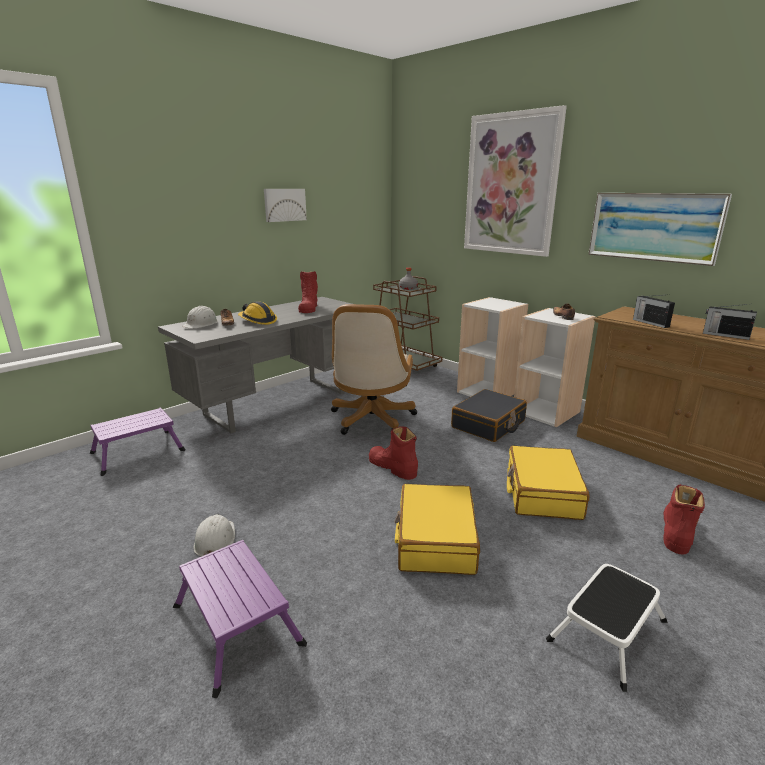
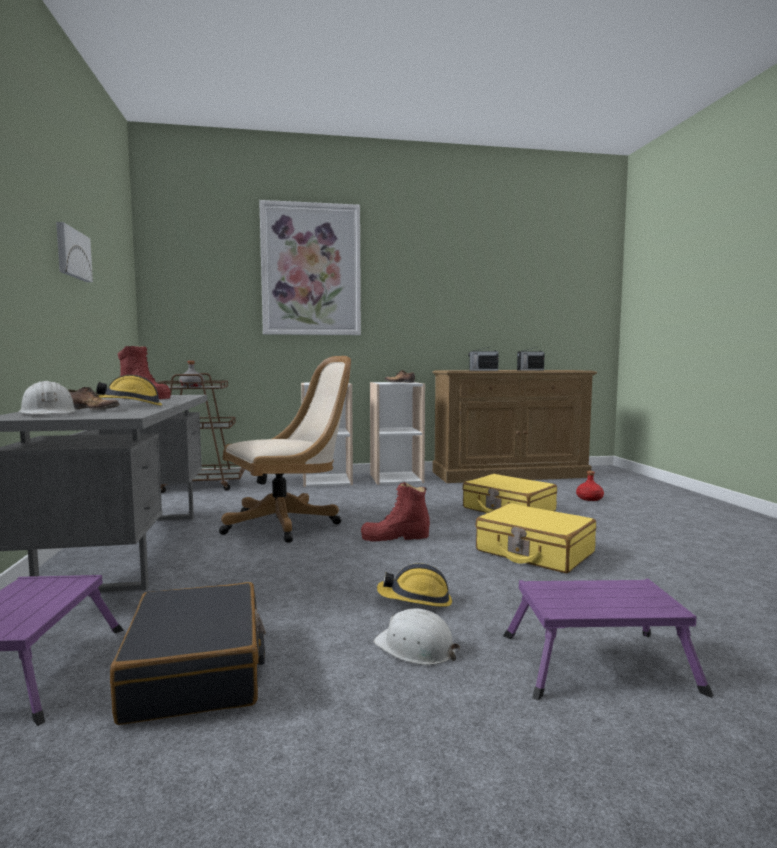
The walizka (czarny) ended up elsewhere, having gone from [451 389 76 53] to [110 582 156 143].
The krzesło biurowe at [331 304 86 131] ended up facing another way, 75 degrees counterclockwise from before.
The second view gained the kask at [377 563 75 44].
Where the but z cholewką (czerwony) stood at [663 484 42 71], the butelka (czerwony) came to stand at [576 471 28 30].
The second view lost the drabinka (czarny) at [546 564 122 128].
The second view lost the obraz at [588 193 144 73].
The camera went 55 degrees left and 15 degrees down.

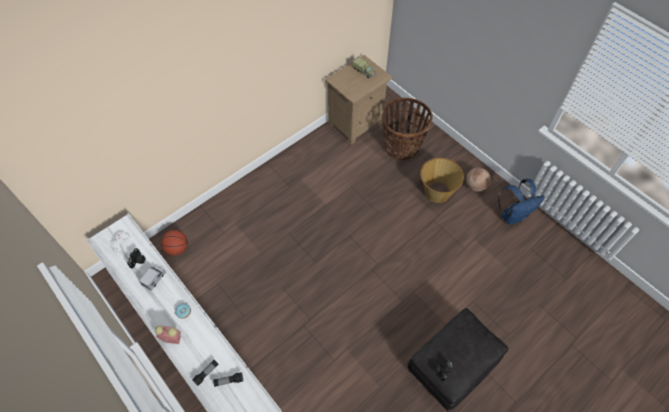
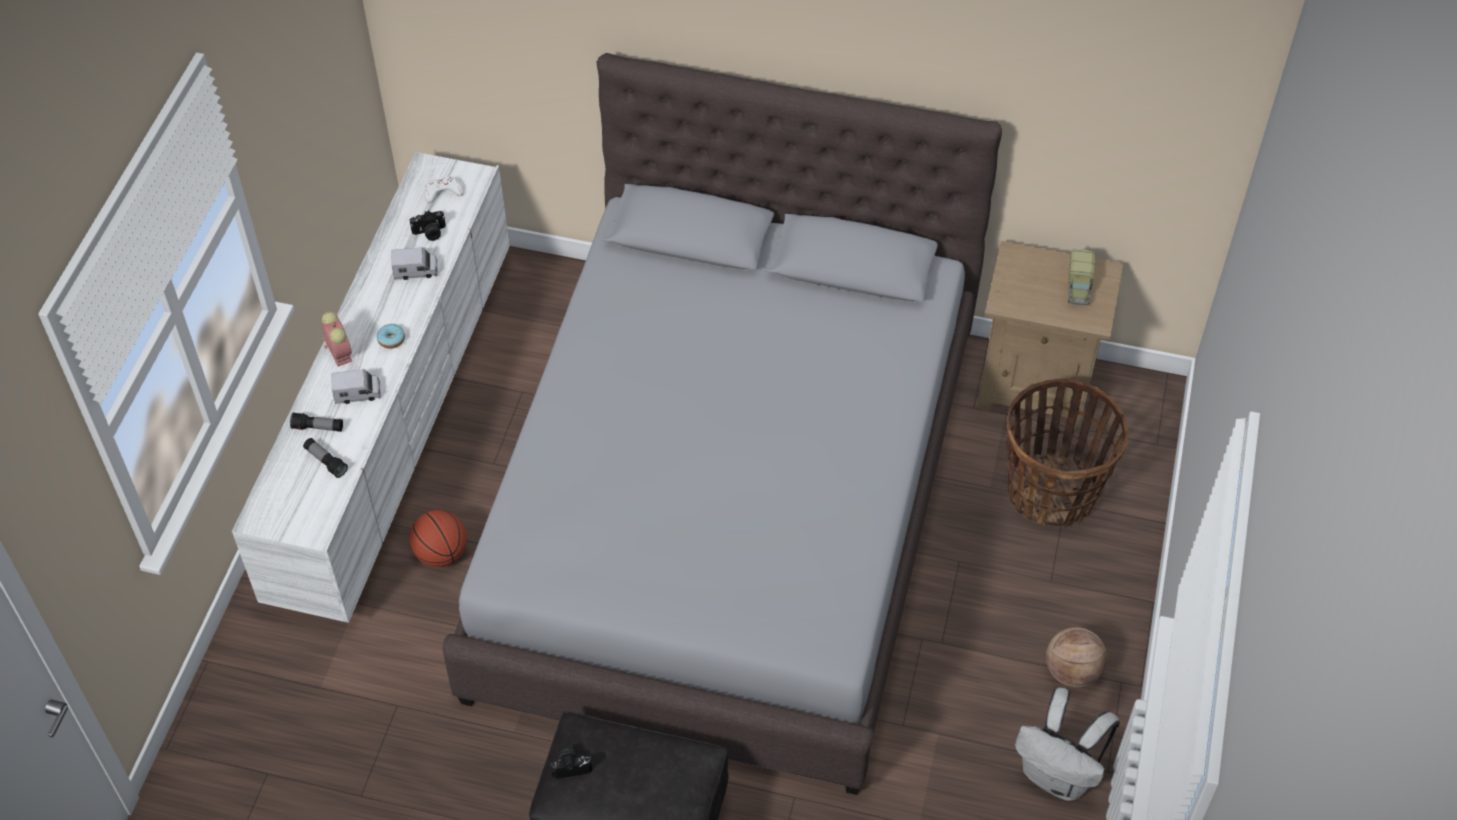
The second view gained the ciężarówka zabawkowa at [331 369 50 35].
The piłka do koszykówki ended up elsewhere, having gone from [161 230 27 26] to [409 510 58 57].
The second view gained the łóżko (szary) at [442 53 560 742].
What was the plecak (niebieski) at [498 179 47 45] turned into the plecak (biały) at [1015 687 105 114].
The second view lost the koszyk at [420 158 44 45].
The camera went 55 degrees right and 5 degrees down.

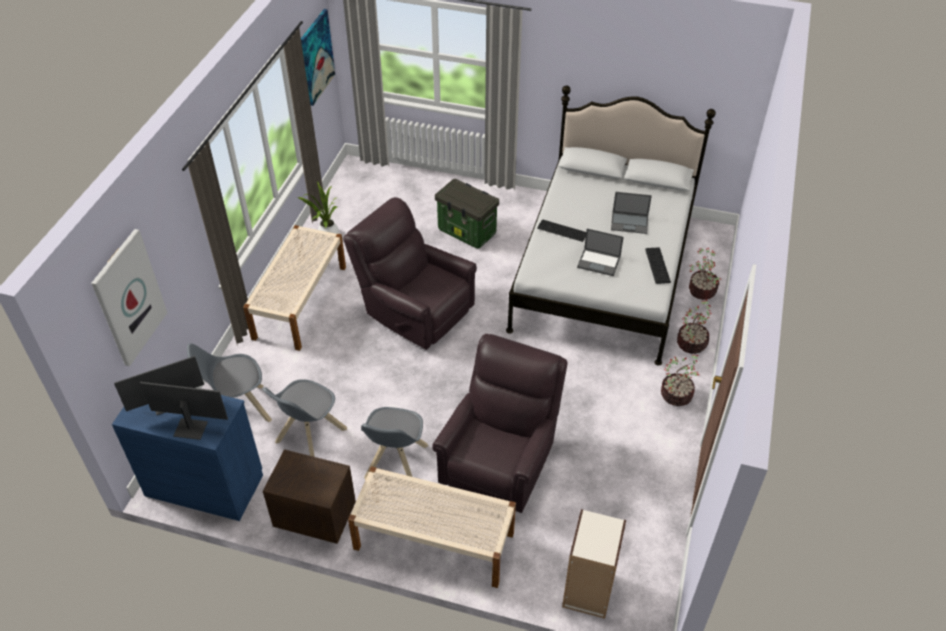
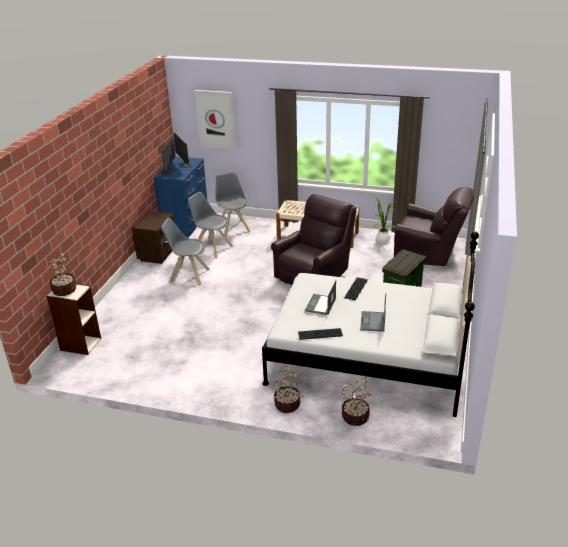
The roślina doniczkowa ended up elsewhere, having gone from [661 354 39 52] to [49 252 27 44].
The fotel (brązowy) ended up elsewhere, having gone from [432 334 136 179] to [394 187 80 79].
The second view lost the obraz at [301 9 34 97].
The second view lost the ławka (beżowy) at [348 466 168 122].
The camera went 90 degrees right and 15 degrees down.

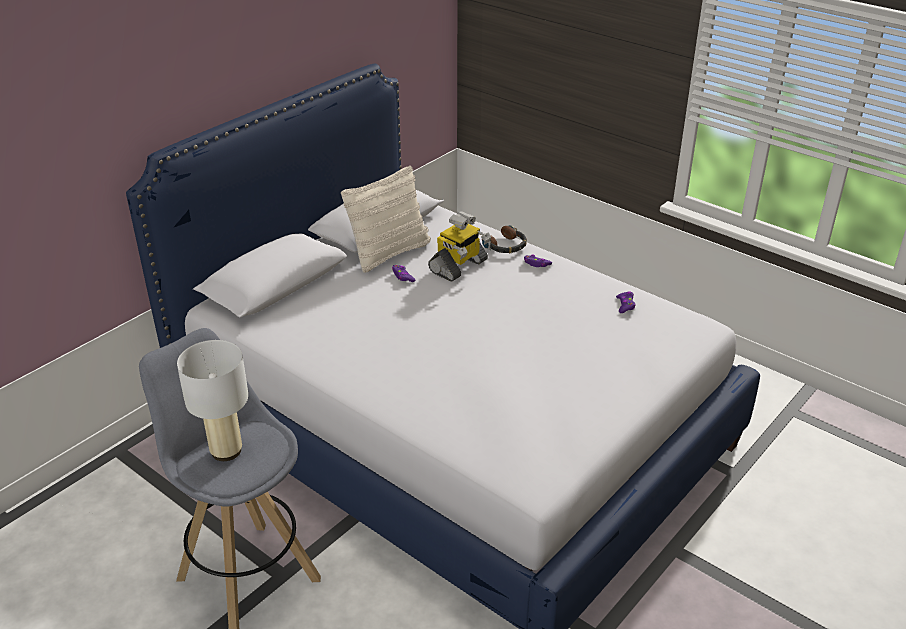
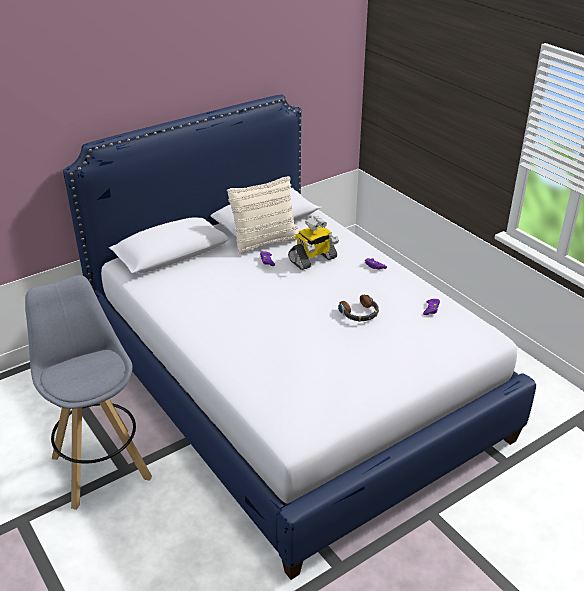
The słuchawki ended up elsewhere, having gone from [482 225 45 28] to [338 295 41 27].
The second view lost the lampa stołowa (biały) at [177 340 71 121].
The camera went 15 degrees right and 0 degrees up.

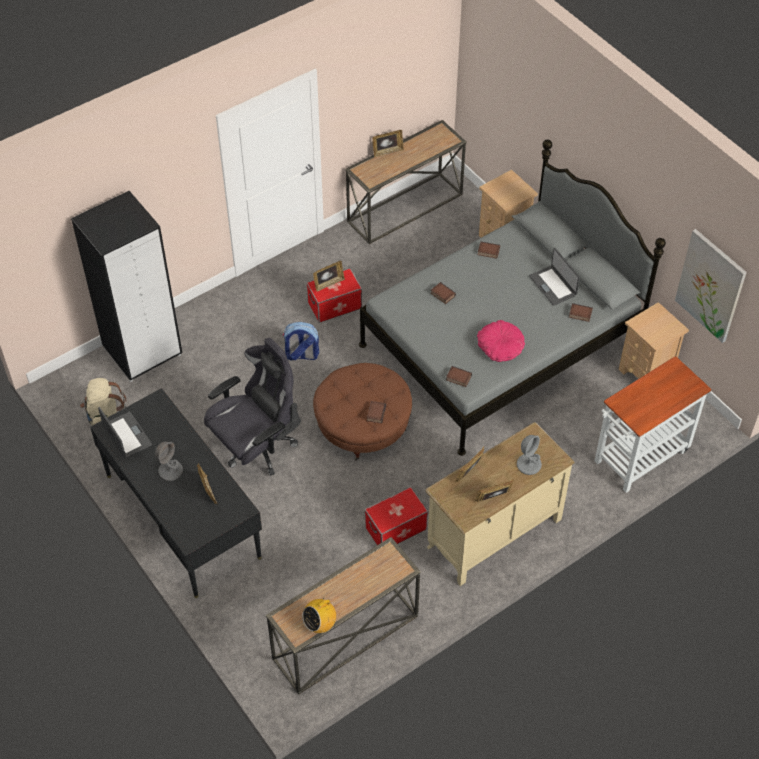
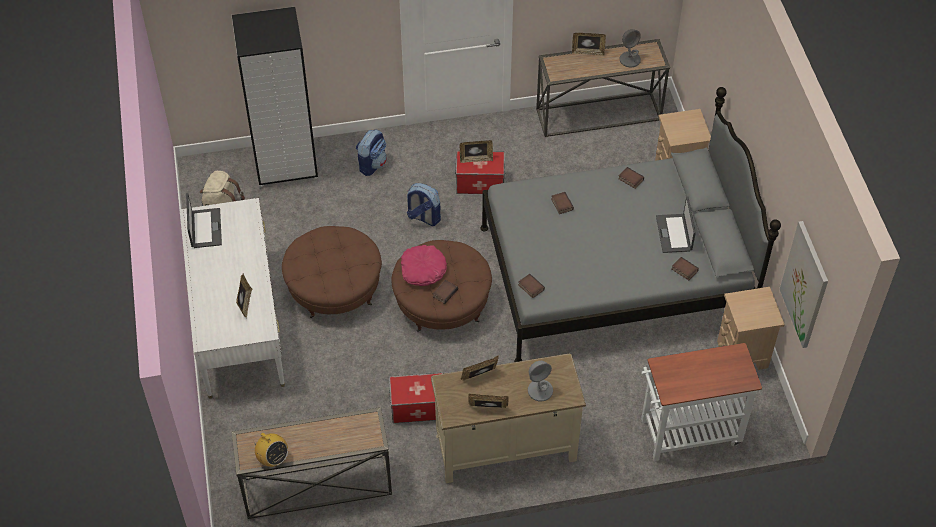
What was the biurko (czarny) at [90 388 172 210] turned into the biurko (biały) at [180 198 105 201].
The radio at [302 595 34 38] ended up facing another way, 120 degrees counterclockwise from before.
Where the krzesło biurowe (czarny) stood at [204 338 97 138], the pufa (brązowy) came to stand at [282 226 100 92].
The second view gained the plecak at [356 129 31 47].
The poduszka (różowy) ended up elsewhere, having gone from [477 320 48 42] to [401 245 46 41].
The lampa stołowa (szary) ended up elsewhere, having gone from [155 442 28 39] to [619 29 22 39].
The camera went 25 degrees right and 0 degrees up.

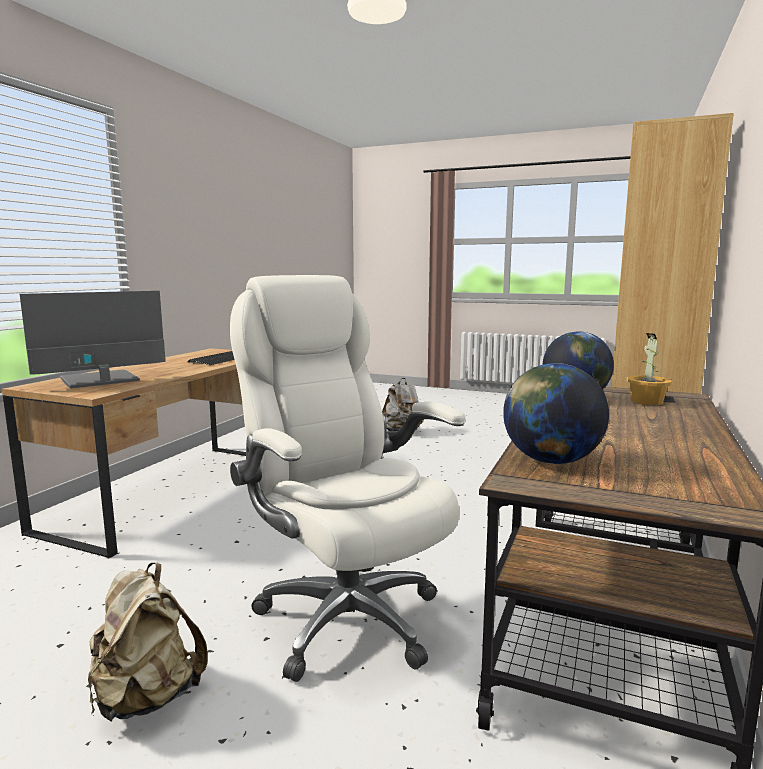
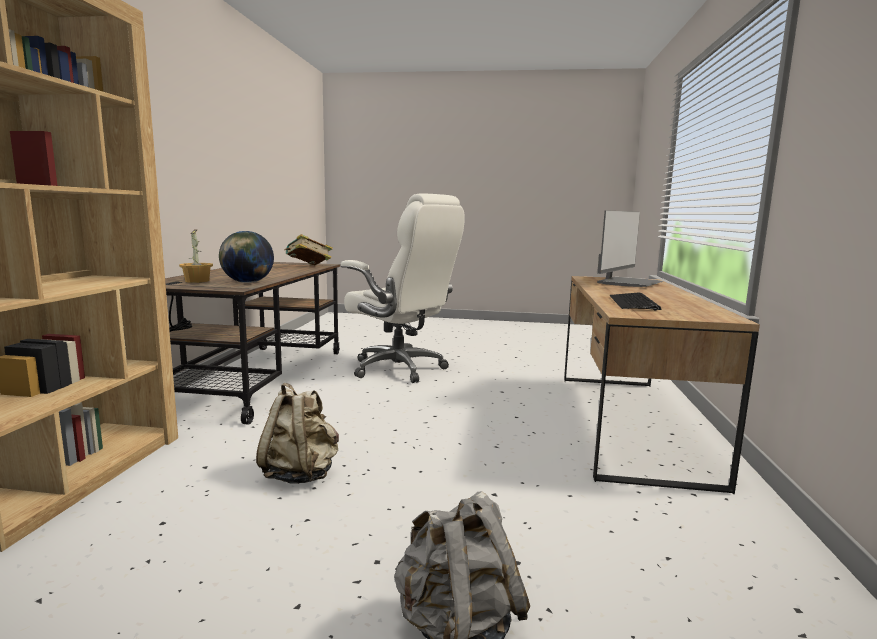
The plecak (beżowy) ended up elsewhere, having gone from [88 563 120 159] to [256 383 83 101].
Where the globus stood at [503 363 106 101], the książka came to stand at [285 234 48 31].
The camera went 165 degrees right and 0 degrees up.

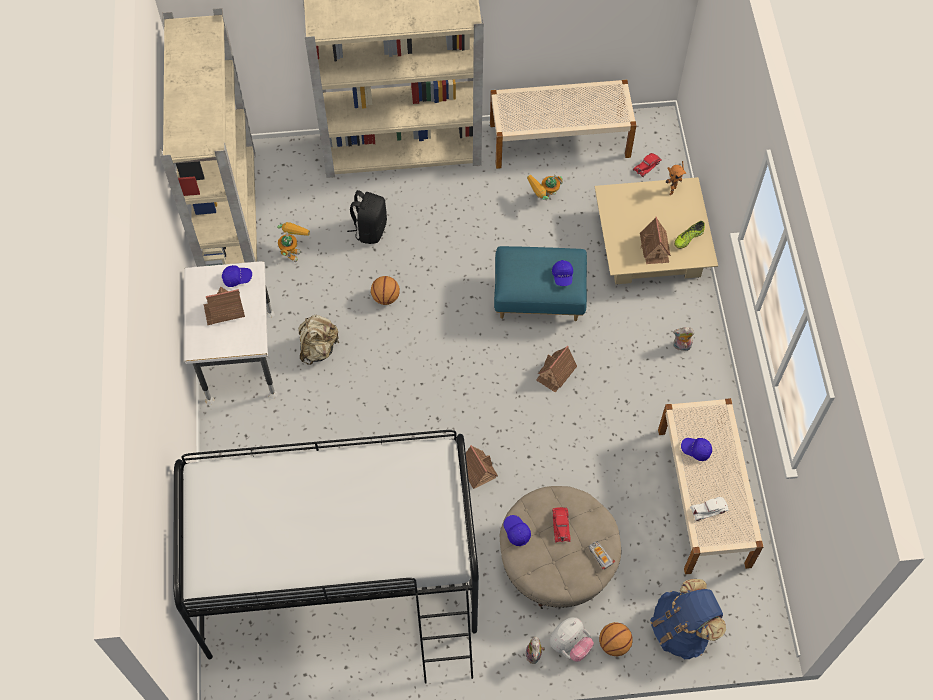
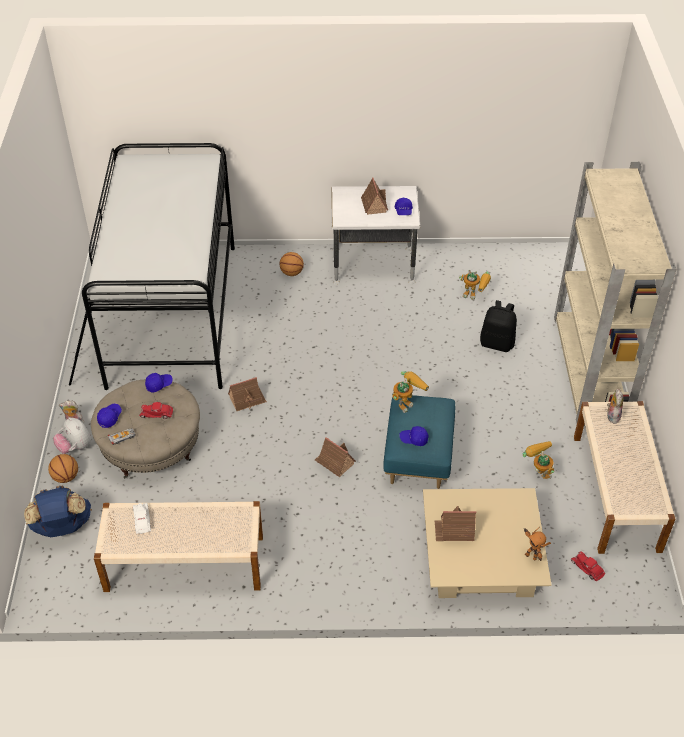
The czapka z daszkiem (niebieski) ended up elsewhere, having gone from [681 438 31 23] to [97 404 25 24].
The piłka do koszykówki ended up elsewhere, having gone from [371 276 29 29] to [279 252 25 24].
The second view gained the robot zabawkowy at [392 371 37 42].
The pluszak ended up elsewhere, having gone from [673 327 22 24] to [607 389 16 35].
The second view lost the regał (beżowy) at [160 8 97 259].
The second view lost the plecak (beżowy) at [299 315 40 50].
The second view lost the but at [674 221 31 28].
The camera went 95 degrees right and 15 degrees down.

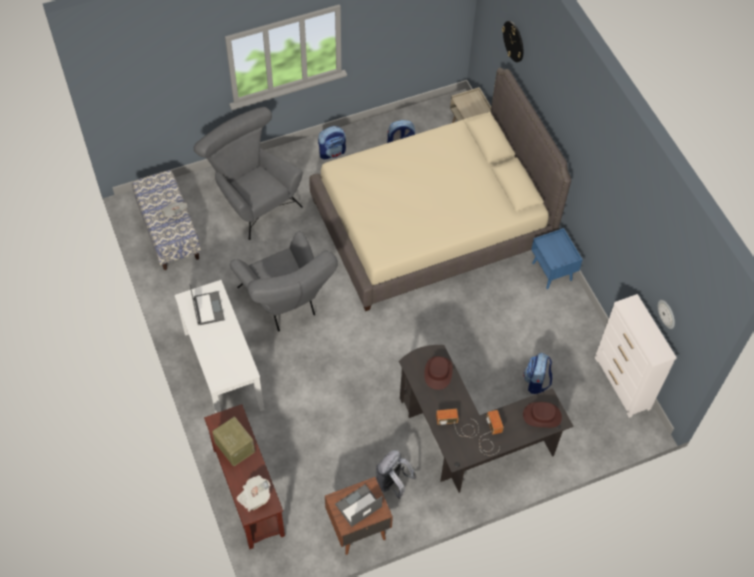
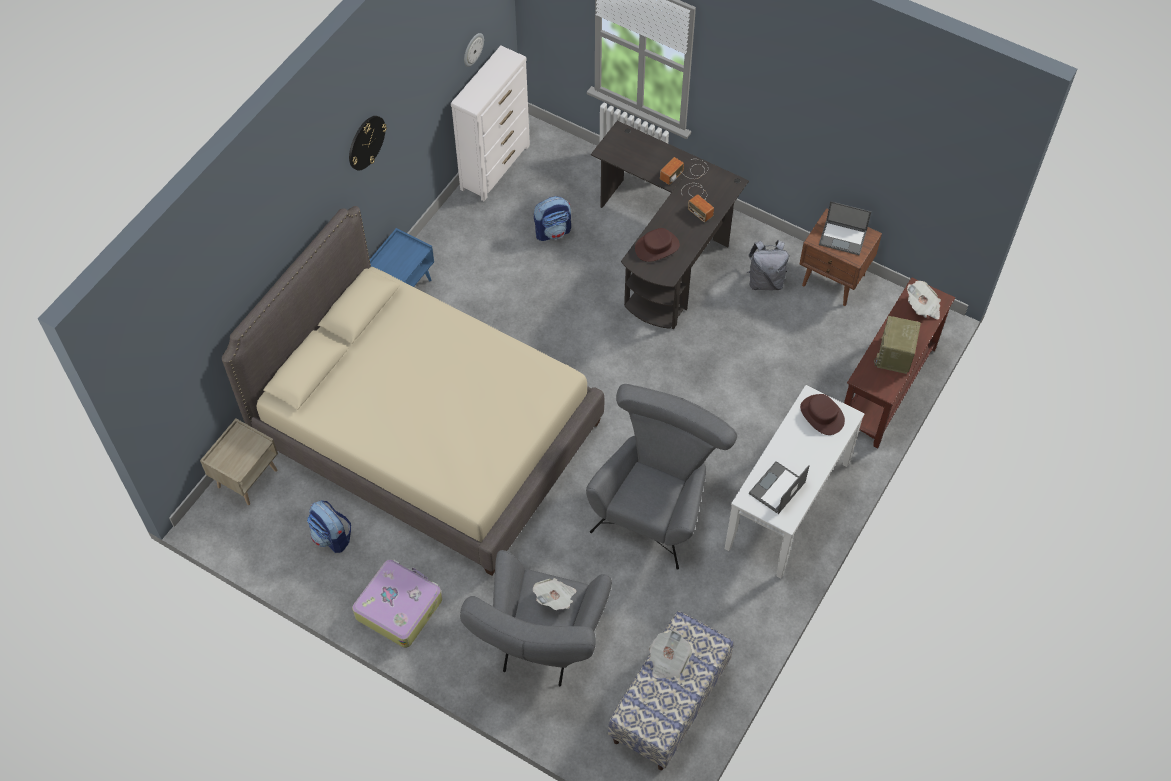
The zegar ścienny ended up elsewhere, having gone from [502 21 21 41] to [349 116 38 54].
Where the plecak stood at [318 126 28 33], the walizka came to stand at [352 559 90 89].
The second view gained the gazeta at [533 578 43 32].
The kapelusz (brązowy) ended up elsewhere, having gone from [523 402 39 26] to [800 394 45 41].
The camera went 125 degrees left and 0 degrees up.

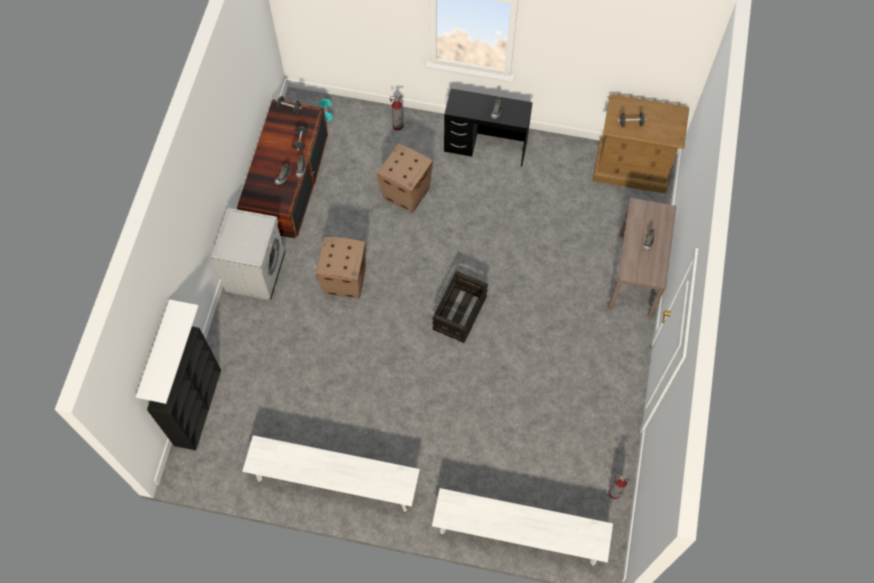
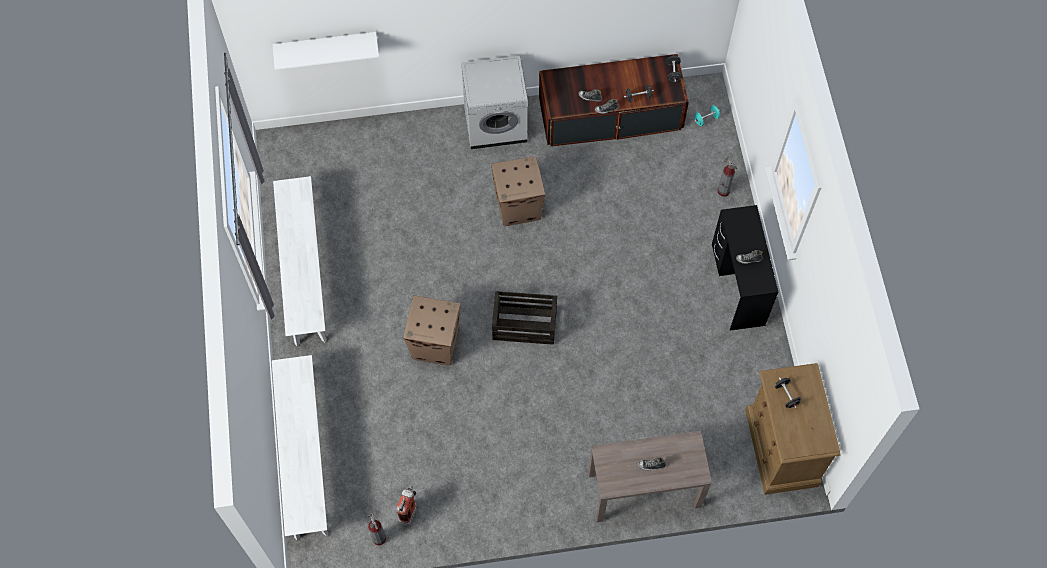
The second view gained the gaśnica at [396 486 21 40].
The karton ended up elsewhere, having gone from [377 144 56 69] to [403 295 58 71].
The second view lost the regał (czarny) at [147 326 74 124].
The camera went 70 degrees right and 0 degrees up.

